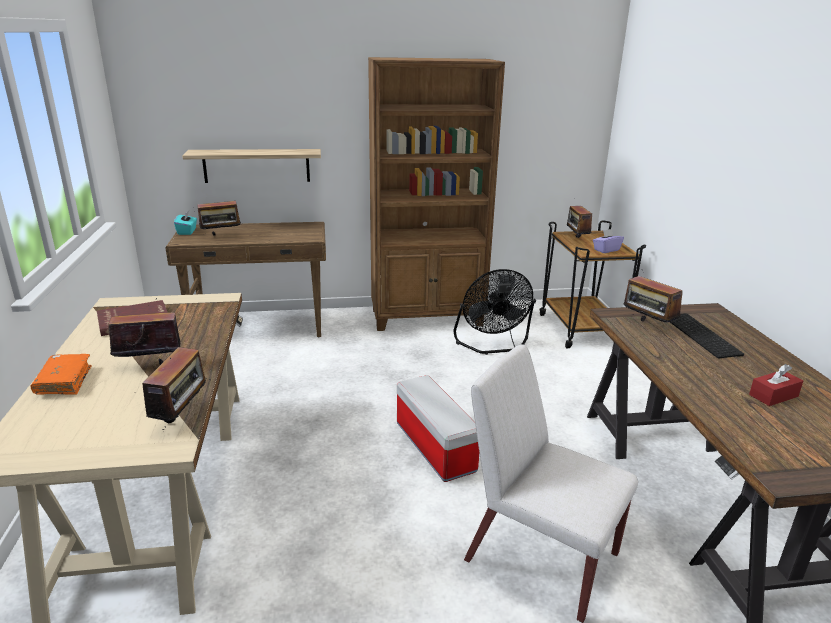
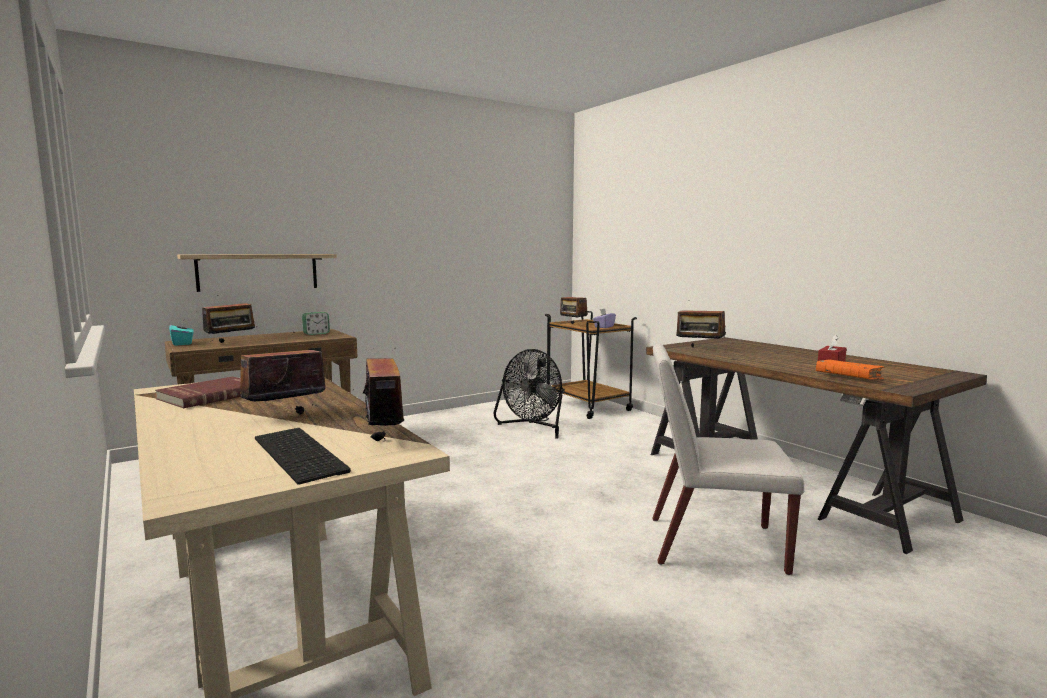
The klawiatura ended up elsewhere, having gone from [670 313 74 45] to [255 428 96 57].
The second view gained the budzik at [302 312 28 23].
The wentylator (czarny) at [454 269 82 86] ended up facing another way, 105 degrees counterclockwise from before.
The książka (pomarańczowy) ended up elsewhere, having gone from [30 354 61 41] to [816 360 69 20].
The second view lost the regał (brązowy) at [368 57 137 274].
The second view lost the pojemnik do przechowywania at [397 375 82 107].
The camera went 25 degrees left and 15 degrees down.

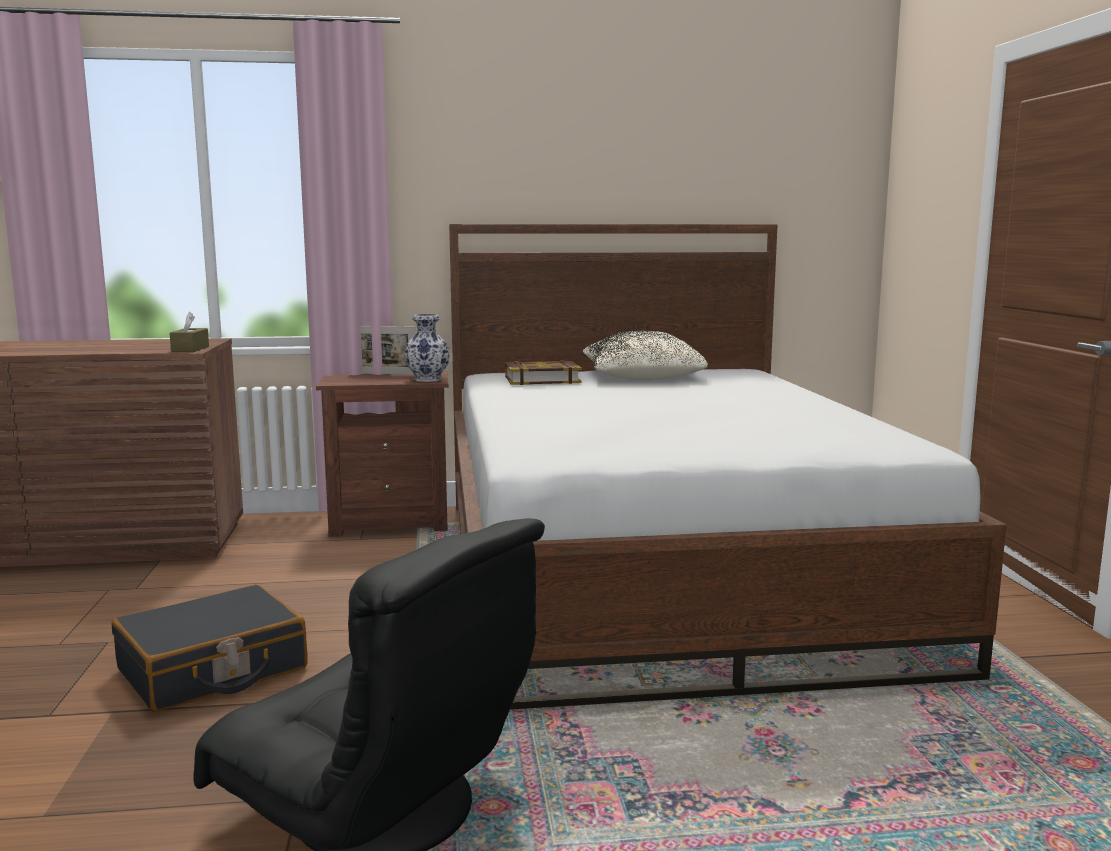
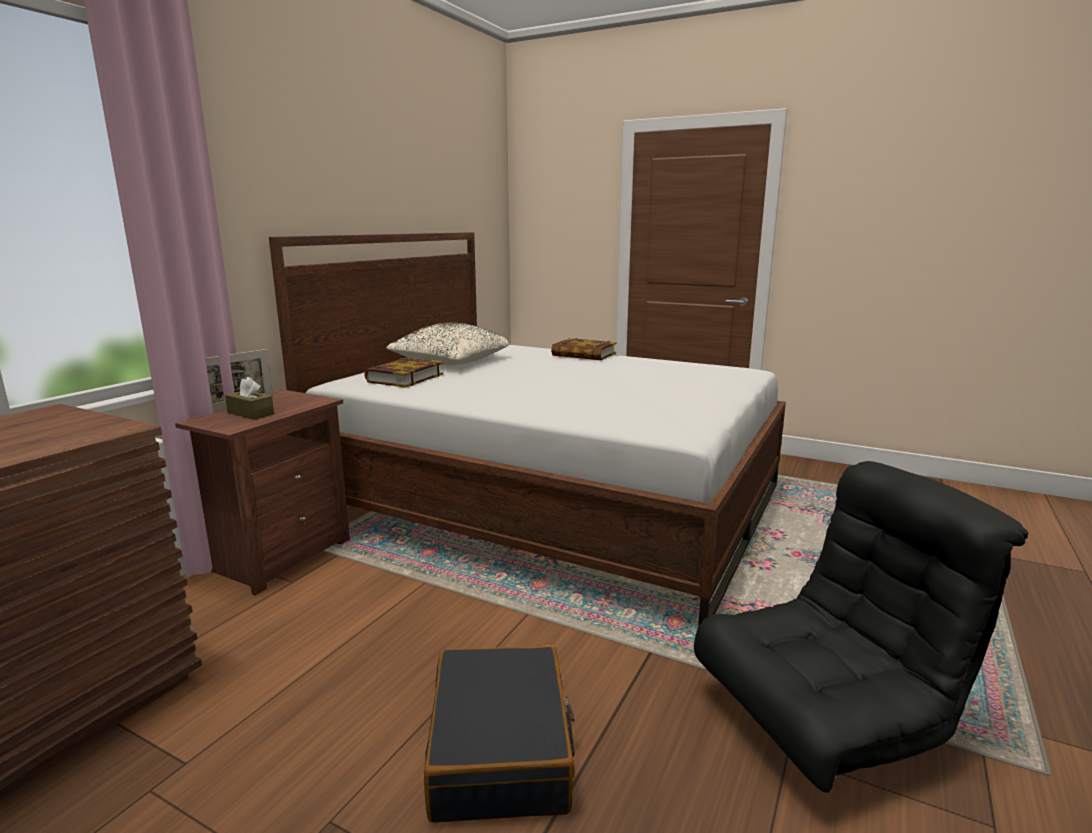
The pudełko chusteczek (brązowy) ended up elsewhere, having gone from [170 312 39 40] to [225 377 49 43].
The second view gained the książka at [551 338 66 22].
The second view lost the wazon at [404 314 46 68].
The camera went 55 degrees left and 5 degrees up.

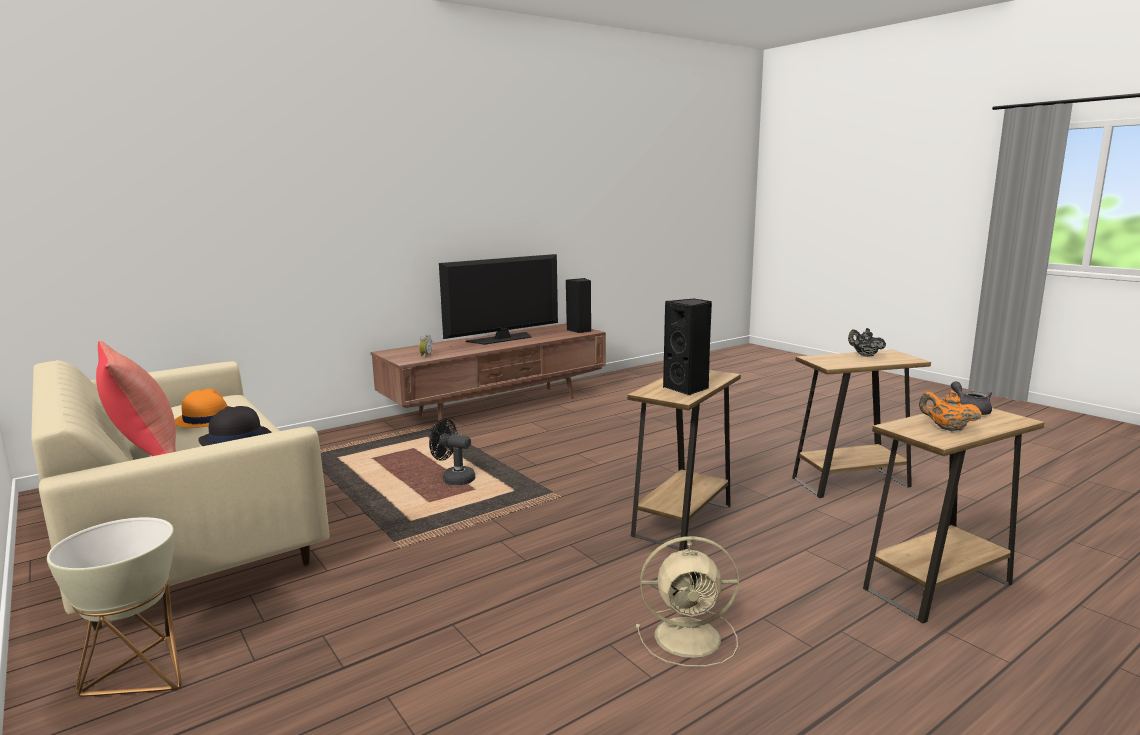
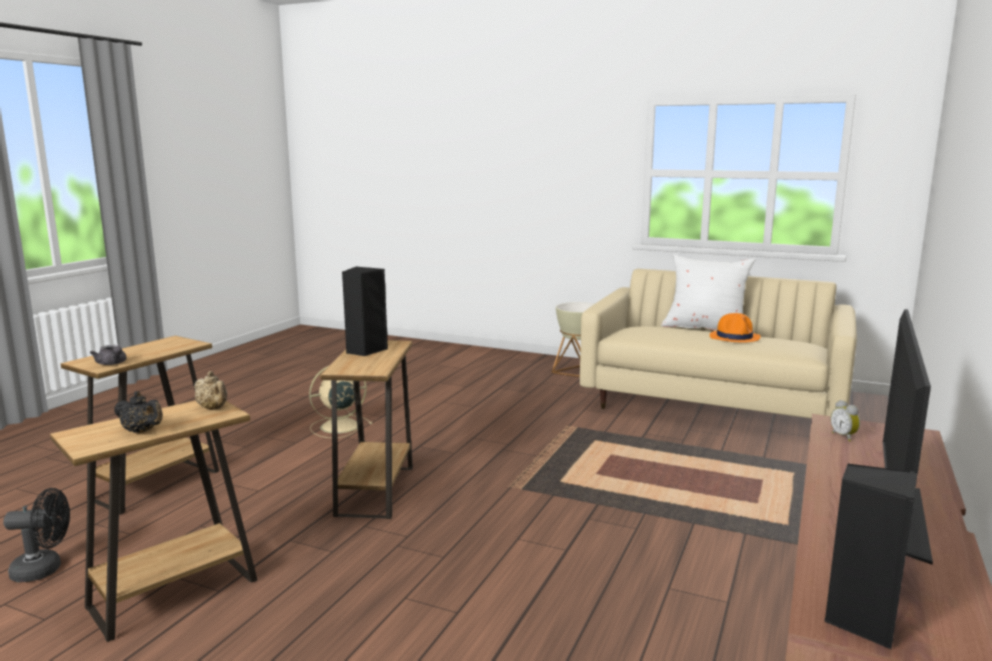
The wentylator (czarny) ended up elsewhere, having gone from [429 419 46 66] to [3 488 67 94].
The second view gained the imbryk (beżowy) at [194 371 33 39].
What was the poduszka (czerwony) at [96 341 80 115] turned into the poduszka (biały) at [661 255 94 75].
The second view lost the kapelusz (czarny) at [198 406 74 40].
The second view lost the imbryk (pomarańczowy) at [919 390 63 41].
The camera went 150 degrees right and 0 degrees up.

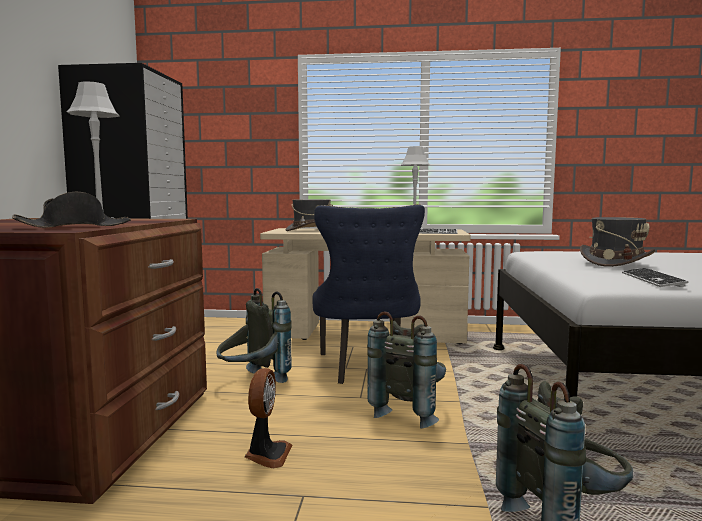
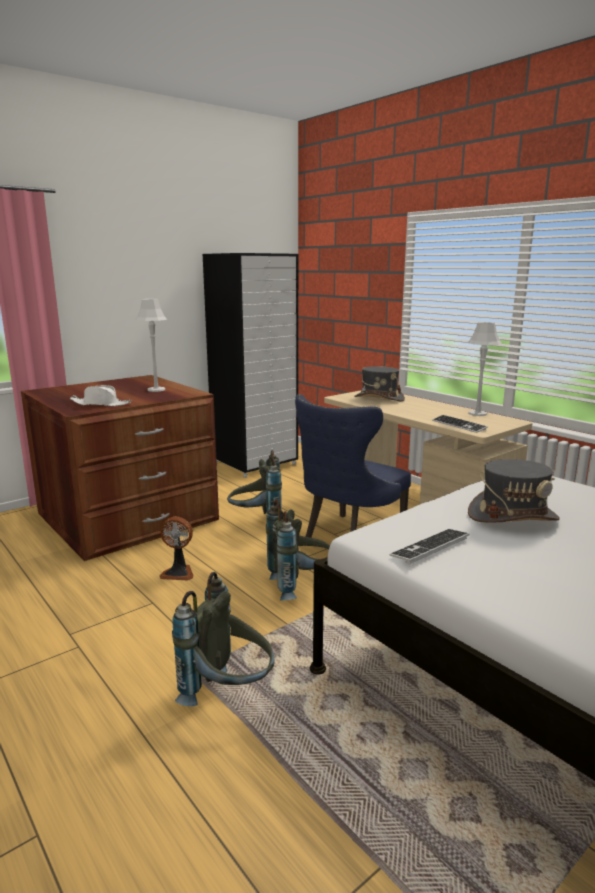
What was the kapelusz (czarny) at [12 192 119 36] turned into the kapelusz (biały) at [69 385 62 21].
The wentylator at [244 368 48 100] ended up facing another way, 45 degrees clockwise from before.
The camera went 45 degrees right and 10 degrees up.

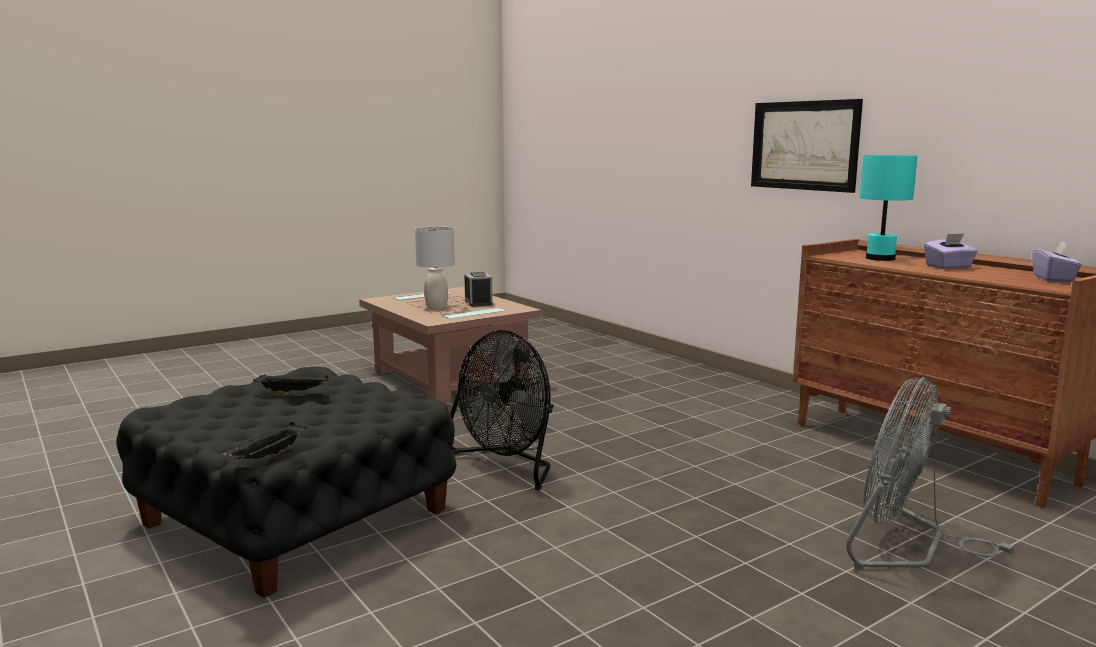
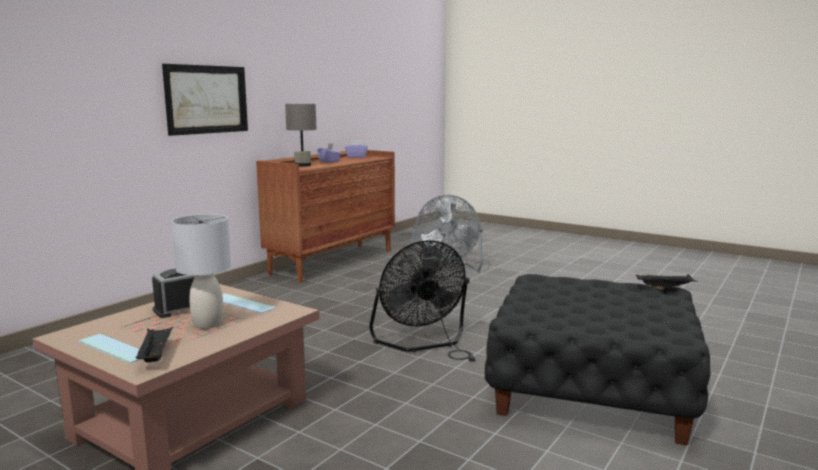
The taca (czarny) ended up elsewhere, having gone from [253 375 76 19] to [136 327 37 35].
What was the lampa stołowa (turkusowy) at [860 155 57 106] turned into the lampa stołowa (szary) at [285 104 31 63].
The wentylator (czarny) at [450 330 104 161] ended up facing another way, 135 degrees counterclockwise from before.
The camera went 110 degrees left and 0 degrees up.

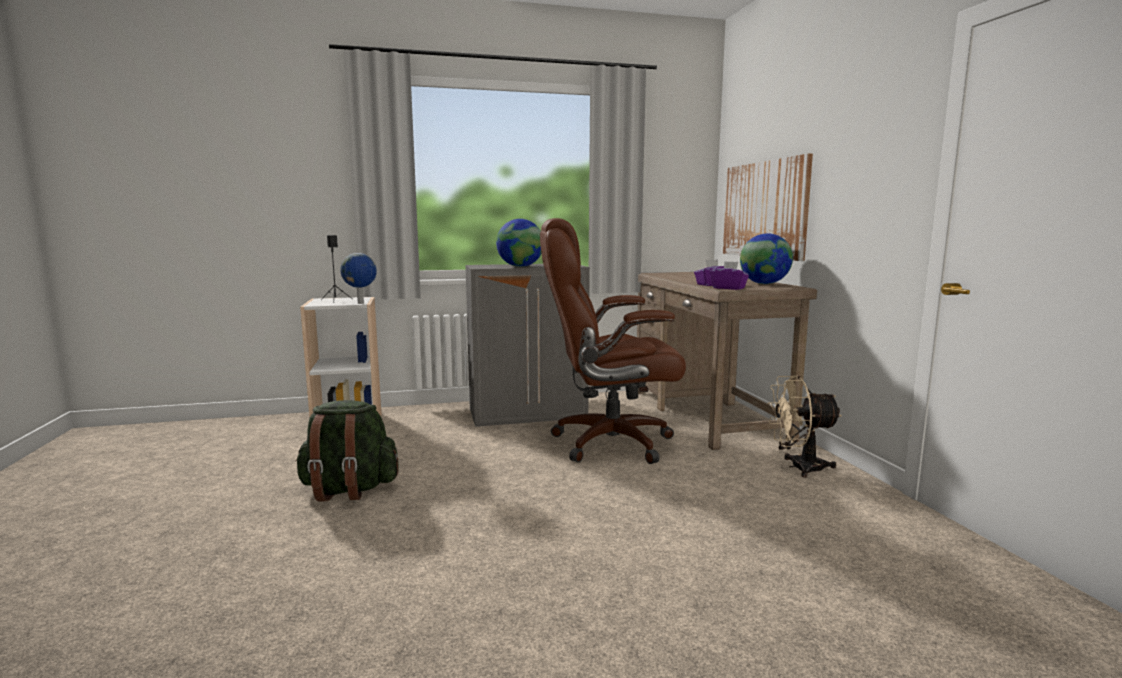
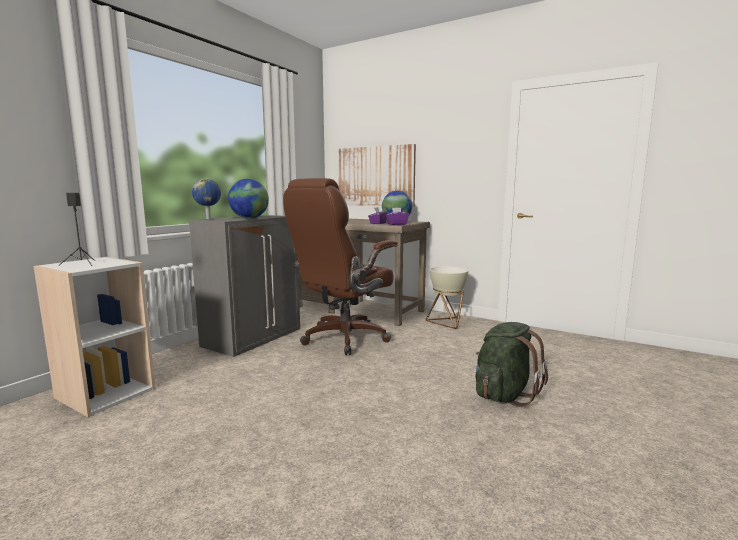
The globus ended up elsewhere, having gone from [340 253 37 51] to [192 179 29 40].
Where the wentylator (beżowy) stood at [767 375 75 103], the donica came to stand at [426 266 42 63].
The plecak (zielony) ended up elsewhere, having gone from [295 400 104 102] to [475 322 73 85].
The camera went 45 degrees left and 0 degrees up.

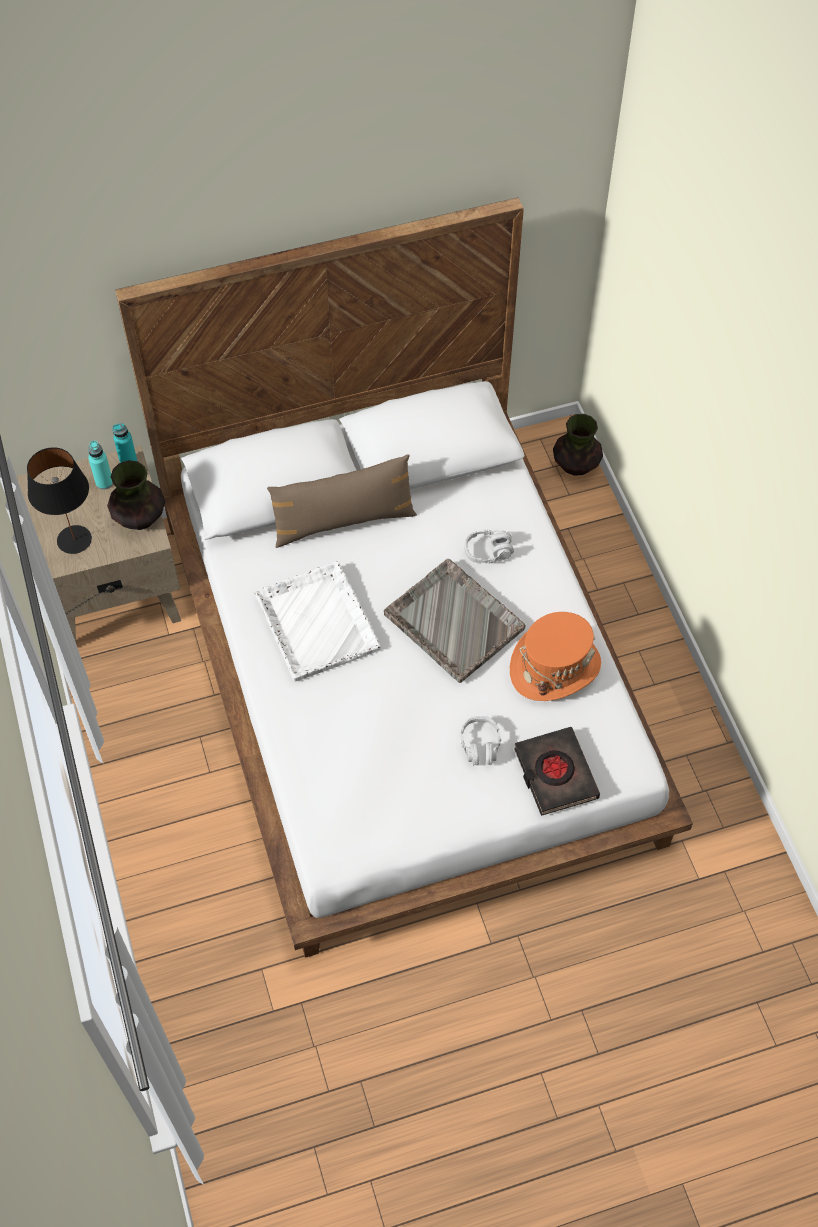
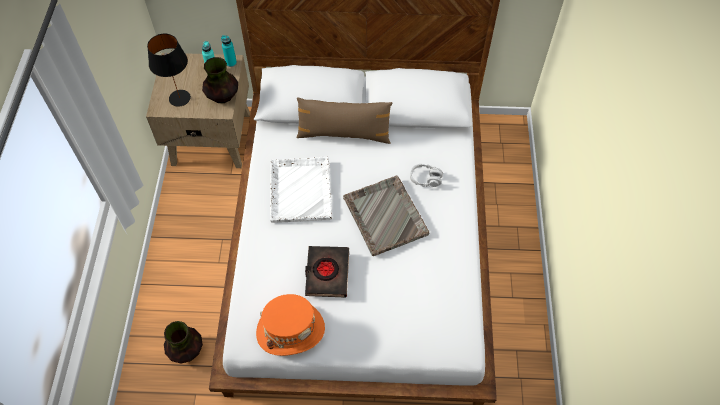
The wazon ended up elsewhere, having gone from [553 414 50 62] to [164 321 39 43].
The kapelusz (pomarańczowy) ended up elsewhere, having gone from [510 612 91 89] to [256 294 69 62].
The książka (czarny) ended up elsewhere, having gone from [514 727 86 89] to [305 246 44 52].
The second view lost the słuchawki (szary) at [460 716 41 50].
The camera went 20 degrees right and 0 degrees up.

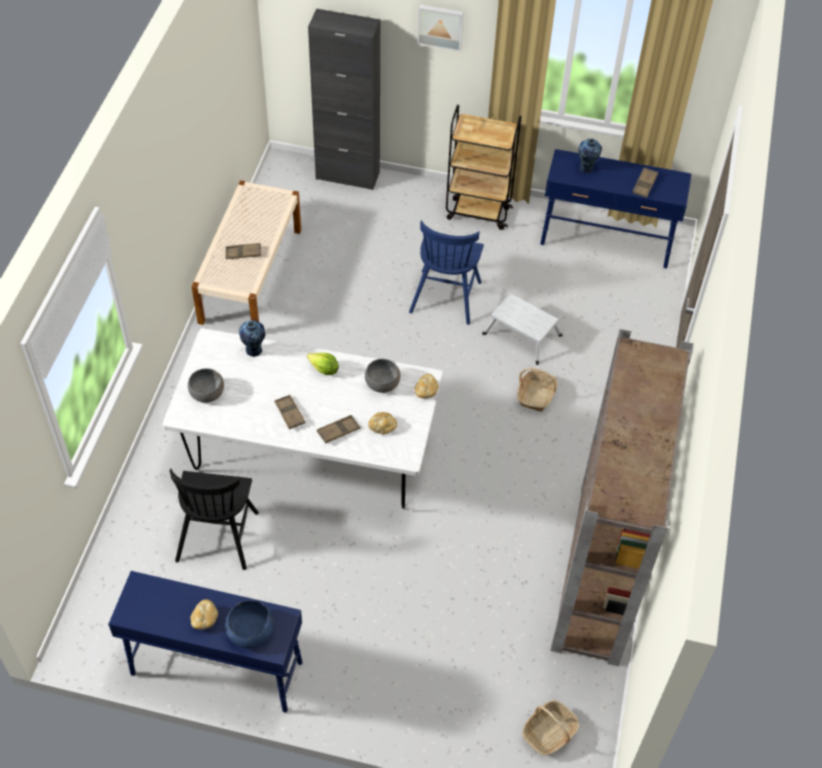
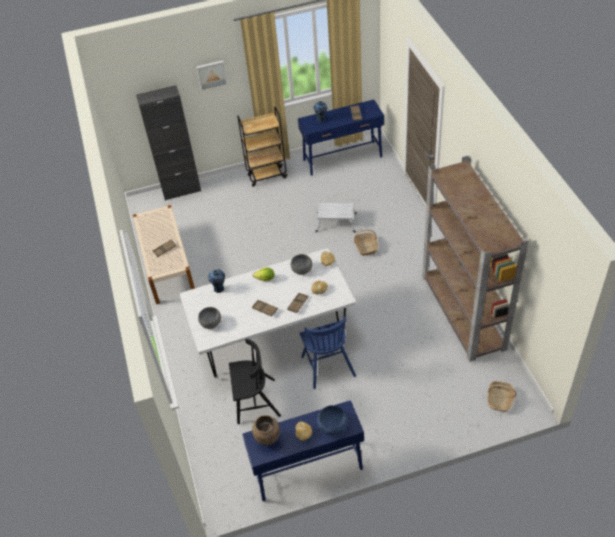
The krzesło (czarny) at [170 469 89 101] ended up facing another way, 75 degrees counterclockwise from before.
The second view gained the wazon (brązowy) at [252 415 28 31].
The krzesło (niebieski) ended up elsewhere, having gone from [409 220 75 105] to [300 316 56 73].
The camera went 25 degrees left and 5 degrees down.

